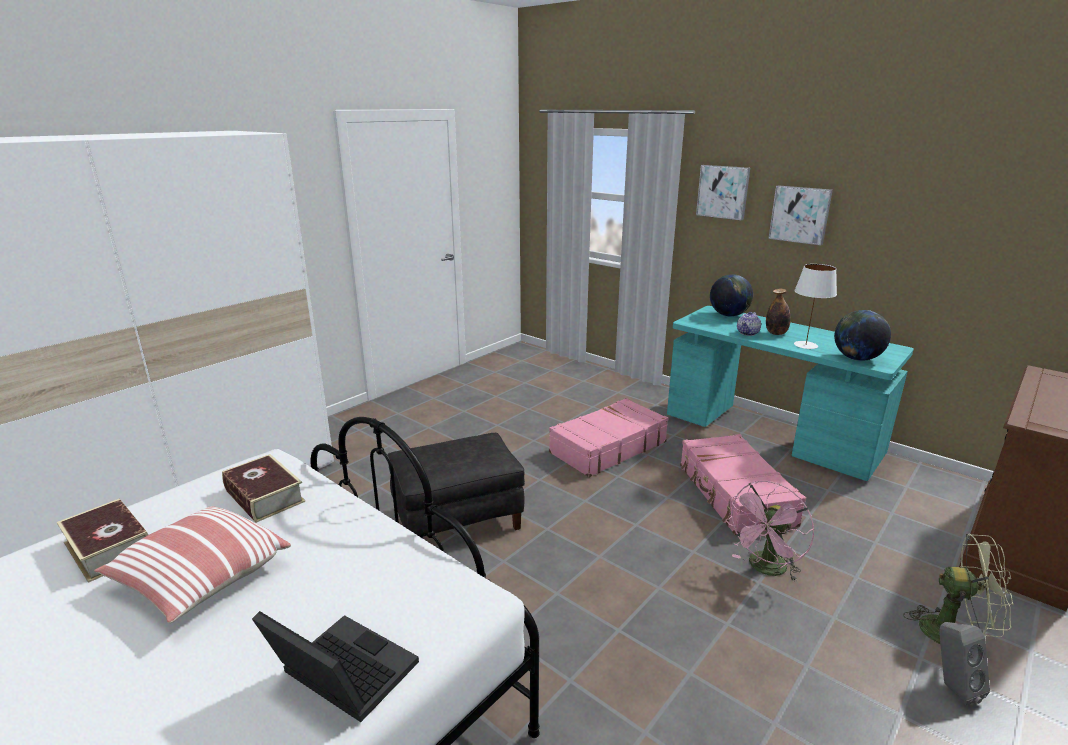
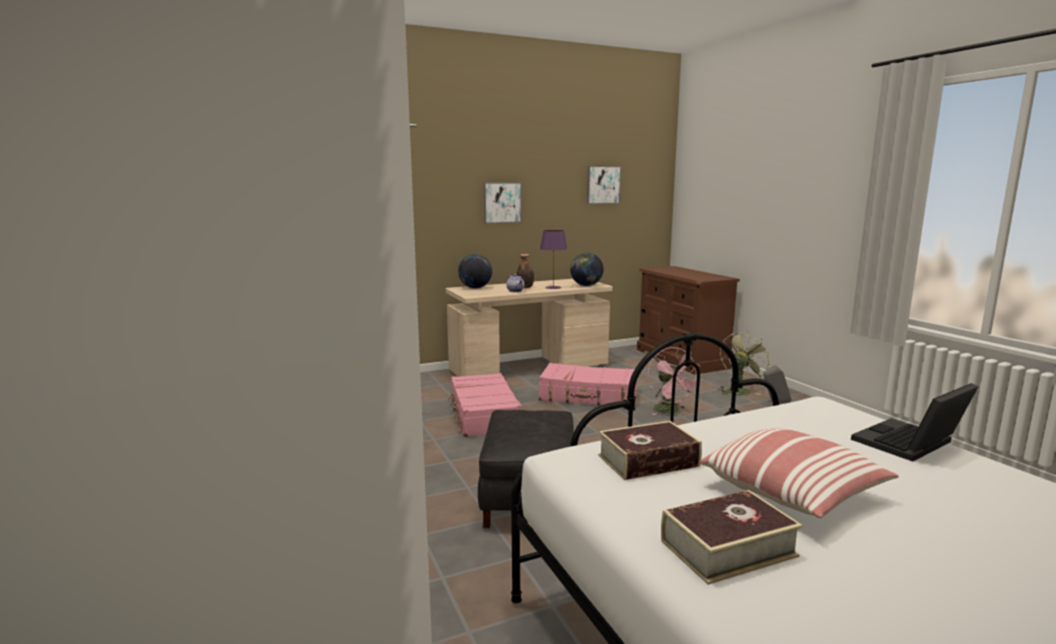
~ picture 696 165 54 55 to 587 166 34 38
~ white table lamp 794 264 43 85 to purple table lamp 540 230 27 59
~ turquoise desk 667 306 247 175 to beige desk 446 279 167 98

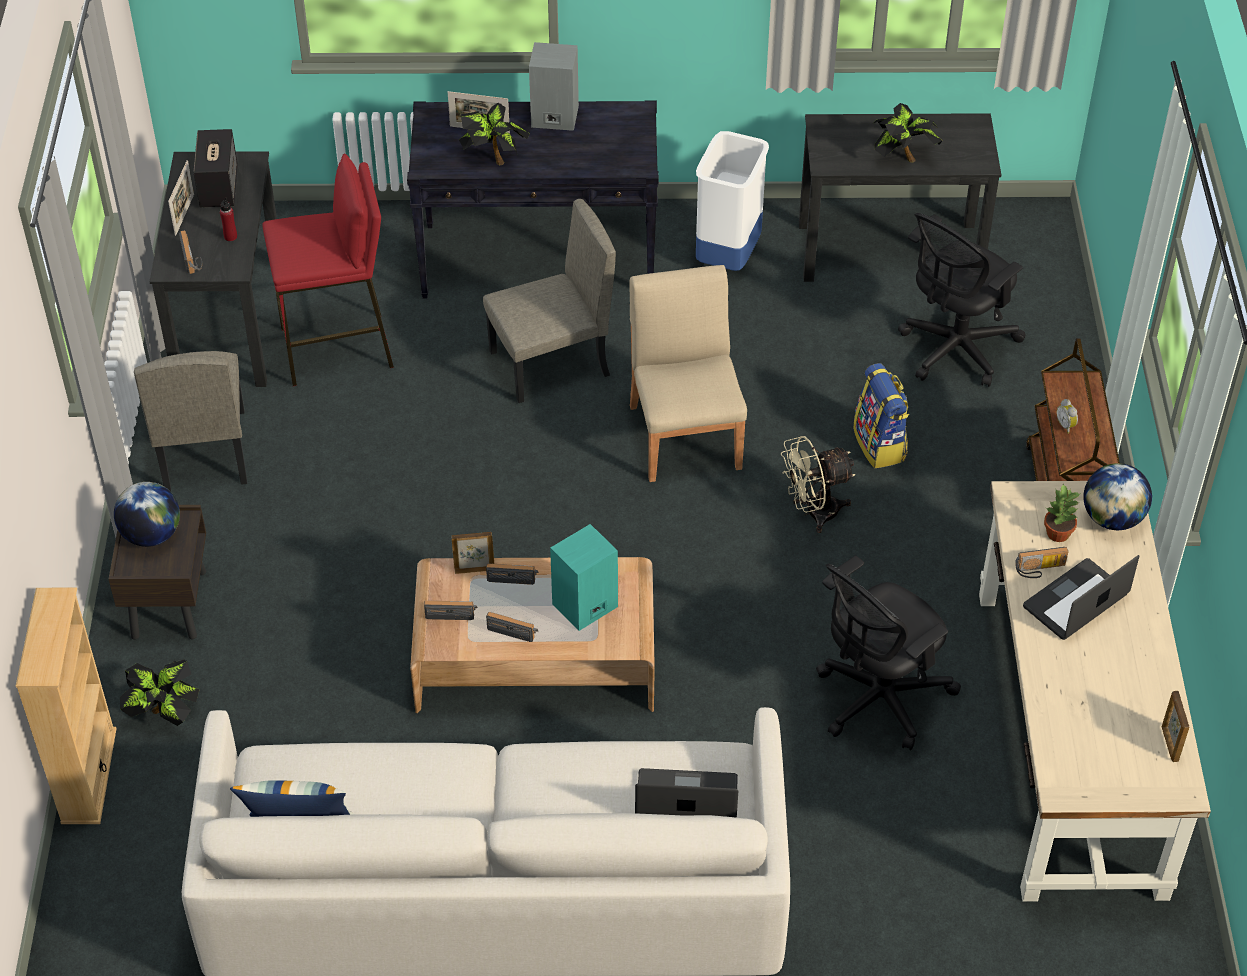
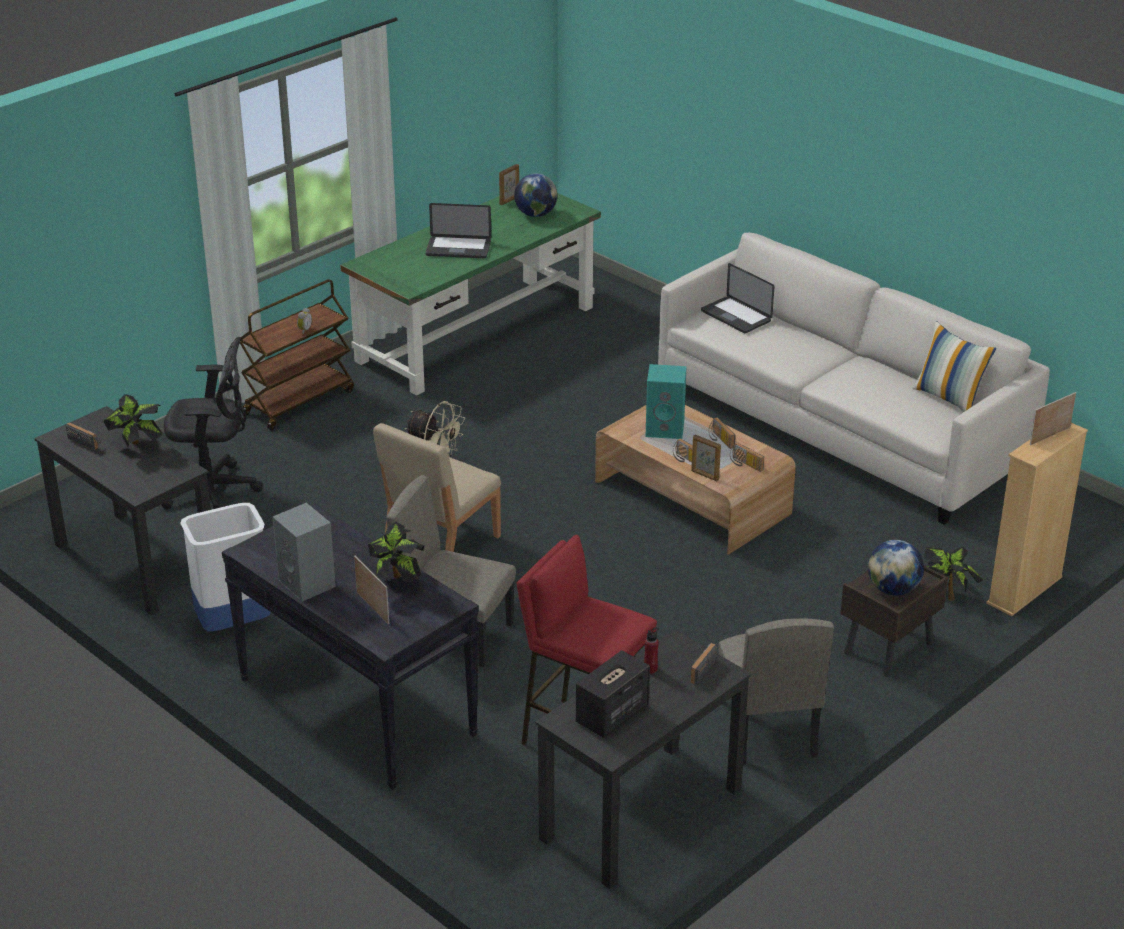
~ picture frame 168 160 26 76 to 1030 392 46 53
~ beige chair 134 351 113 140 = 719 618 115 147 135 degrees clockwise
- backpack 853 363 56 106
~ globe 1083 463 69 67 to 514 174 43 43
~ beige desk 979 481 232 421 to green desk 340 193 261 203
- potted plant 1044 484 37 58
~ radio 1015 547 53 31 to 66 422 36 28
- black office chair 816 556 145 194

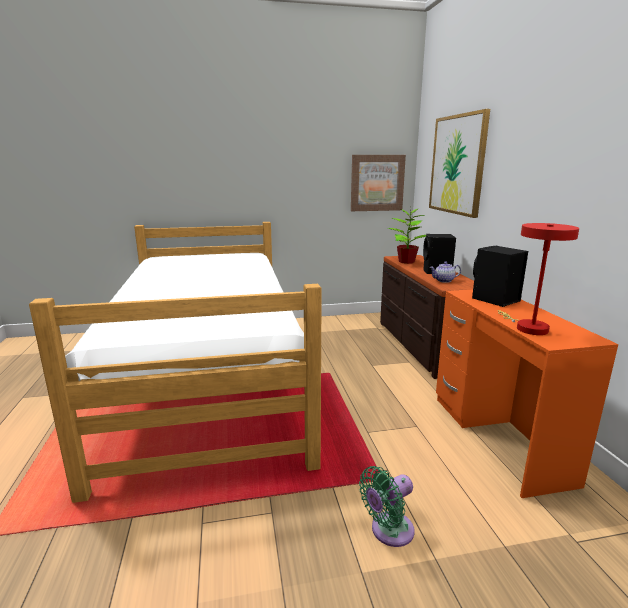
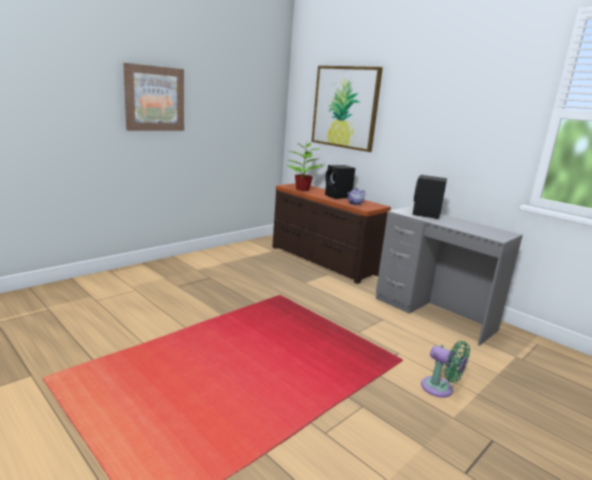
~ picture 351 155 55 56 to 123 63 61 68
- bed 29 222 293 281
- red table lamp 497 223 82 112
~ orange desk 436 289 182 209 to grey desk 376 206 147 140
~ green fan 359 466 56 81 = 421 341 49 57 75 degrees counterclockwise

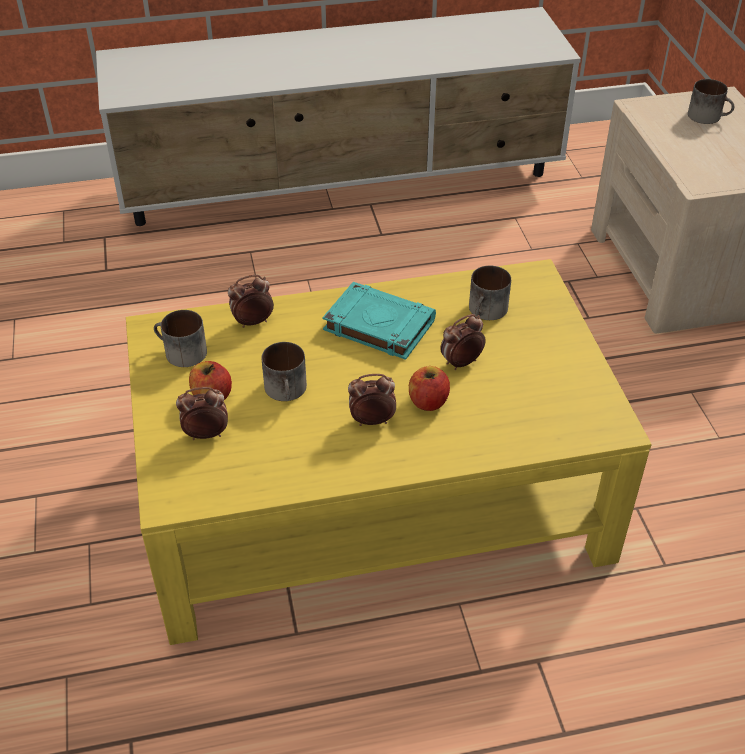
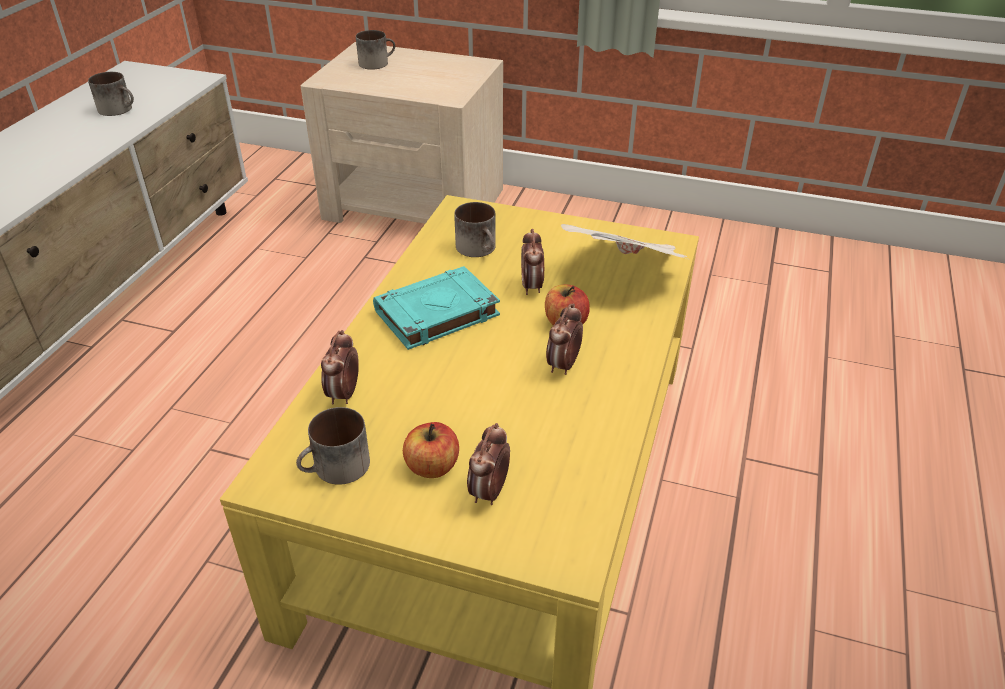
~ mug 261 342 46 59 to 88 72 46 44
+ newspaper 561 224 126 35

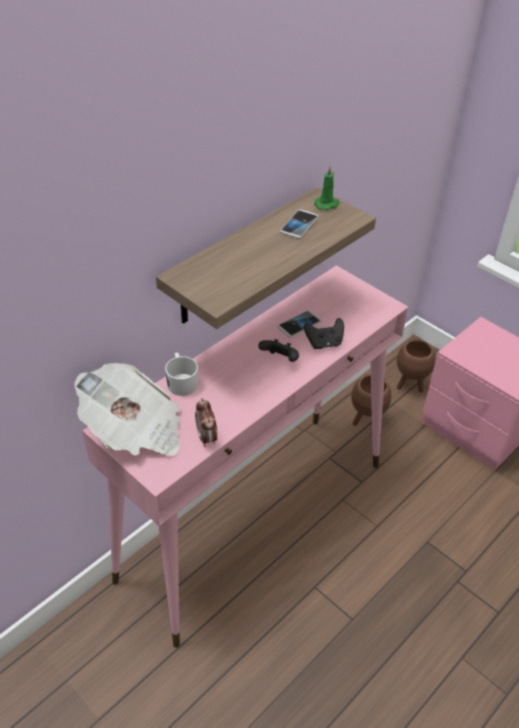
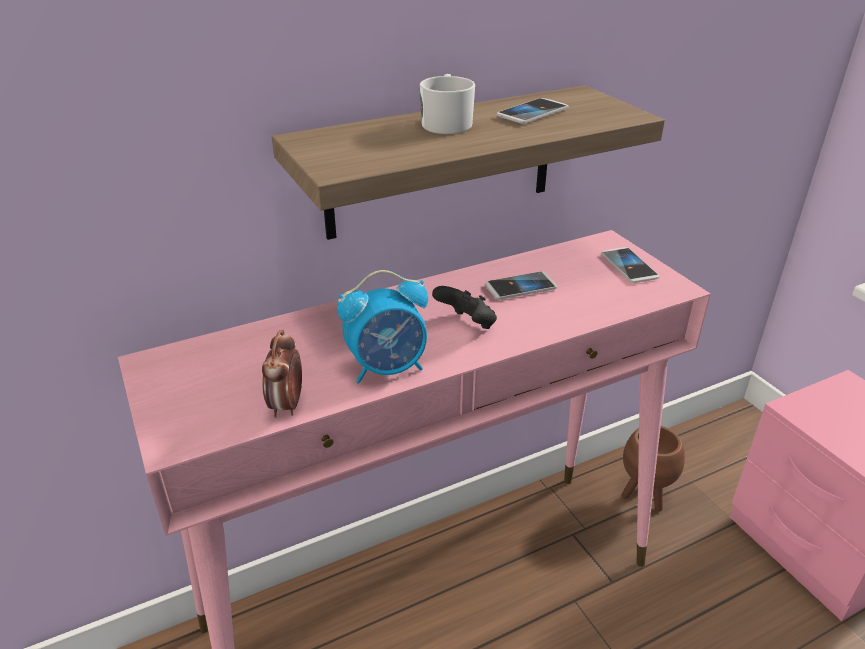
- green candle 314 166 26 44
- black game controller 304 318 40 31
- brown planter 397 339 38 54
~ white mug 165 353 33 43 to 420 74 55 60
- newspaper 74 363 106 93
+ phone 602 247 58 36
+ alarm clock 337 270 91 114

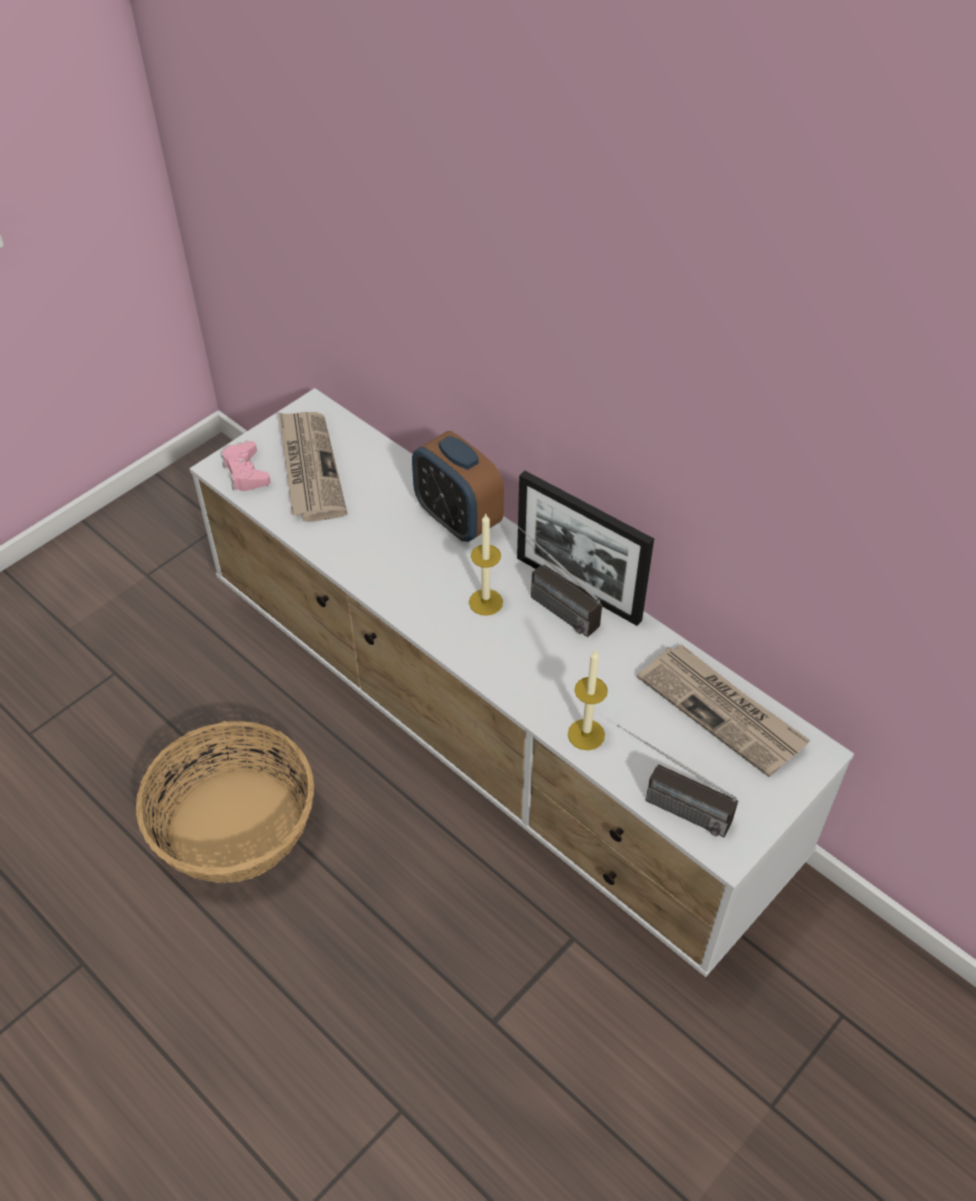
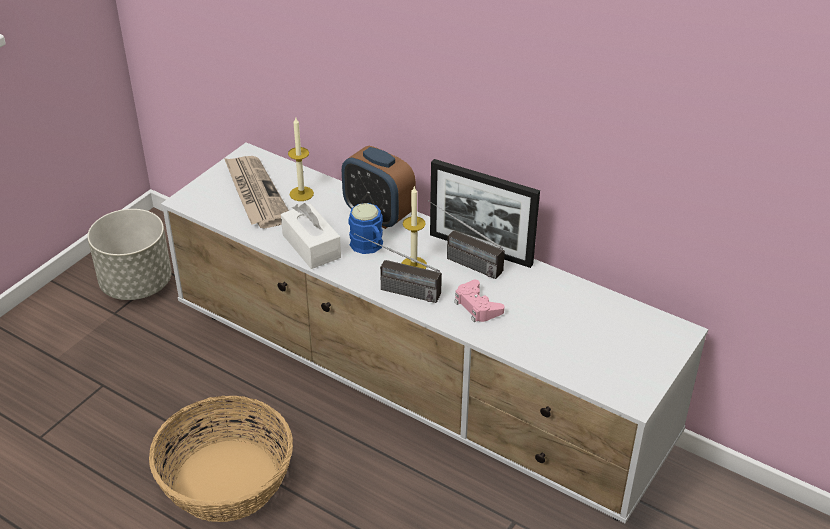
~ pink game controller 221 441 50 50 to 454 280 50 42
- newspaper 637 644 174 133
~ candle 568 649 40 101 to 288 118 26 83
~ radio 618 725 120 112 to 354 233 88 70
+ white tissue box 281 203 60 66
+ blue mug 348 203 35 51
+ grey planter 88 209 84 91

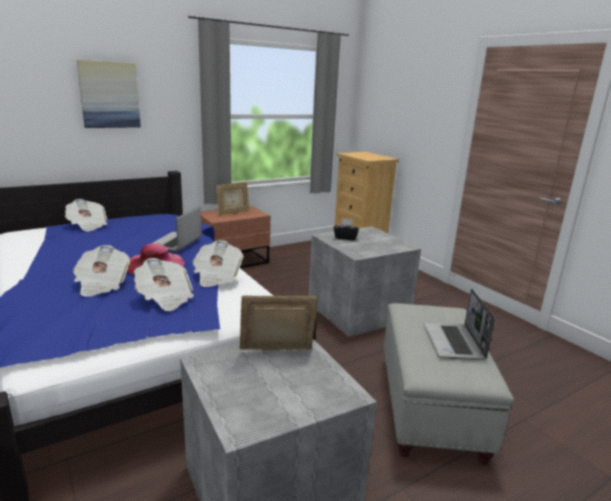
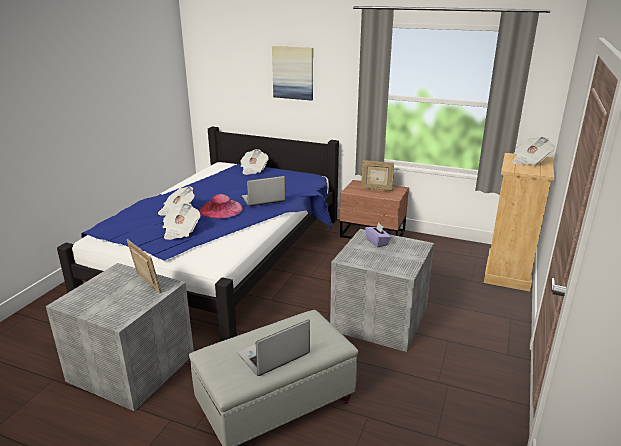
~ black tissue box 334 218 25 22 to purple tissue box 365 222 26 25
~ newspaper 193 240 51 47 to 512 137 43 28

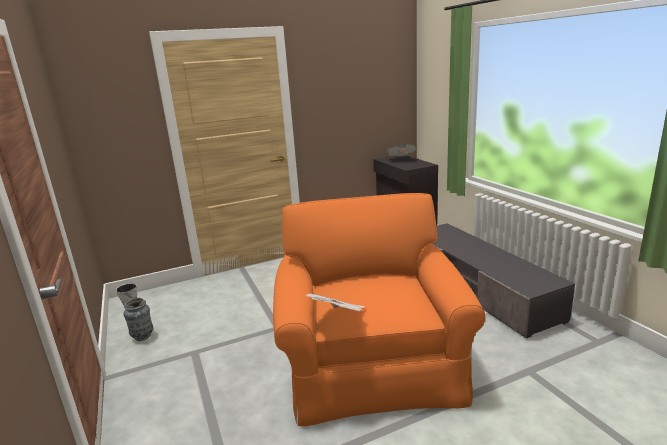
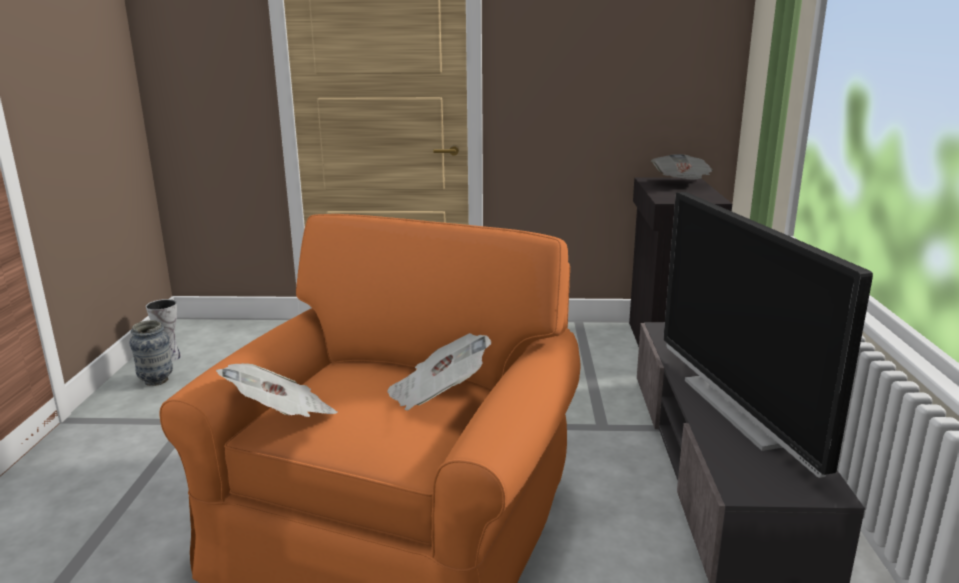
+ television 664 192 209 286
+ newspaper 387 333 104 77

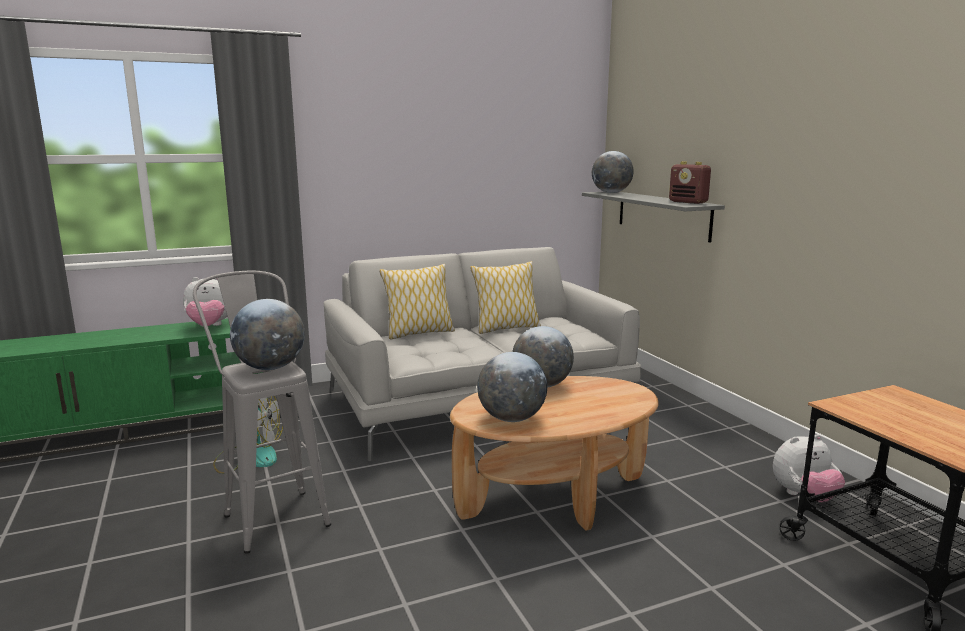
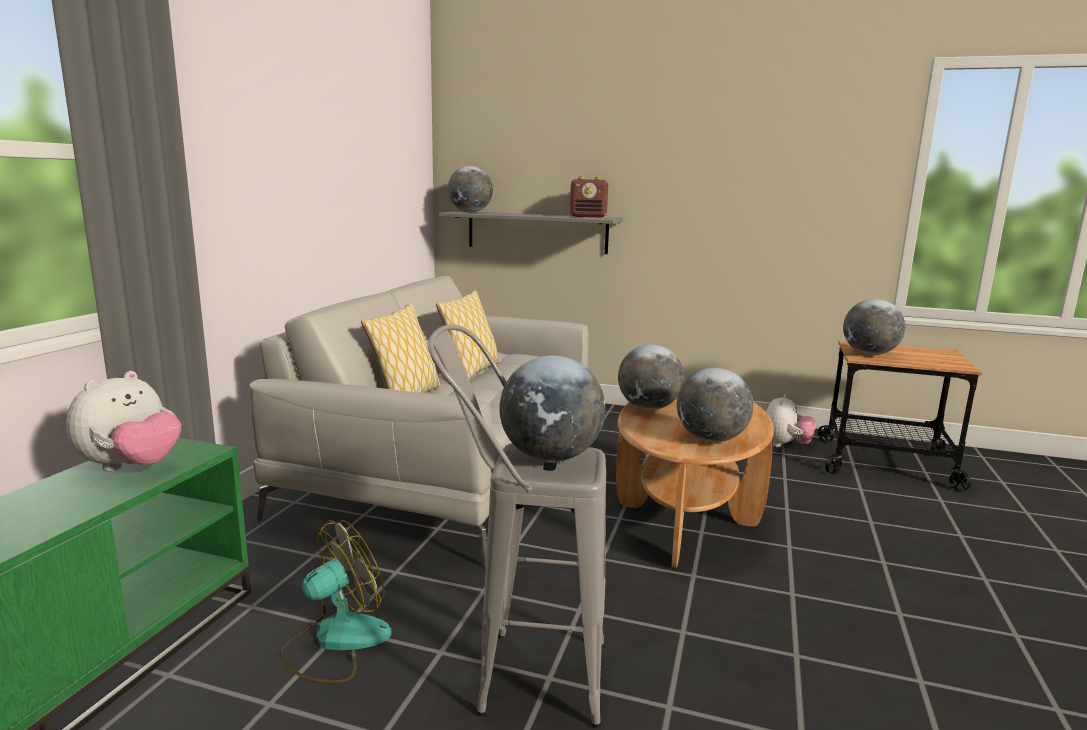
+ globe 843 299 62 56

